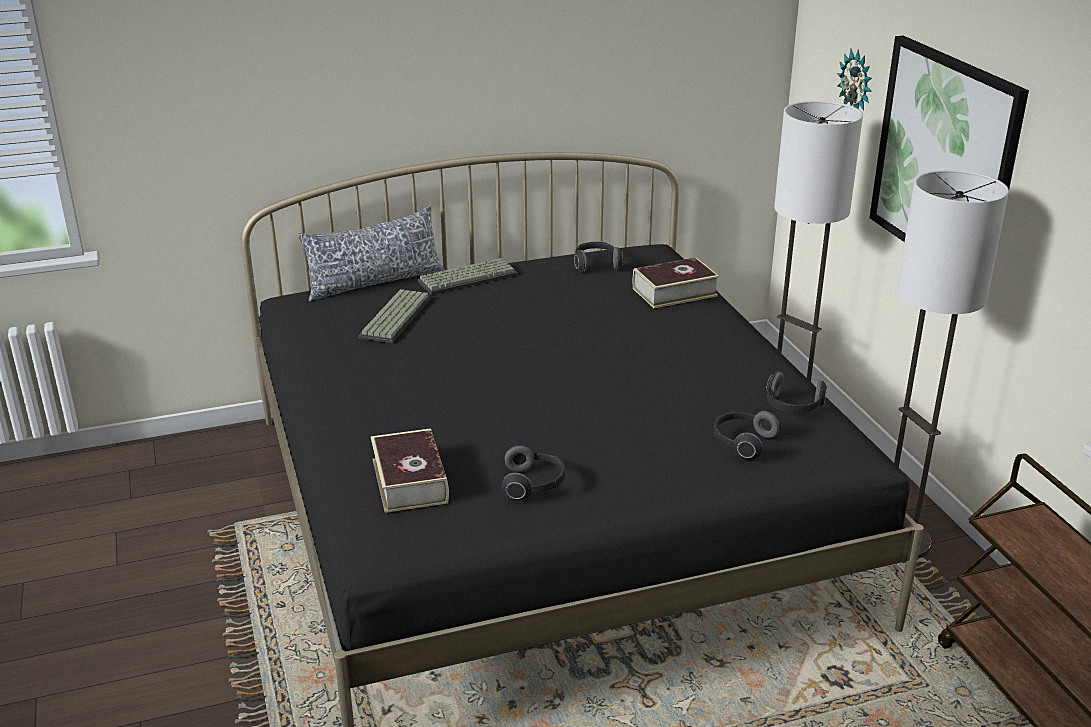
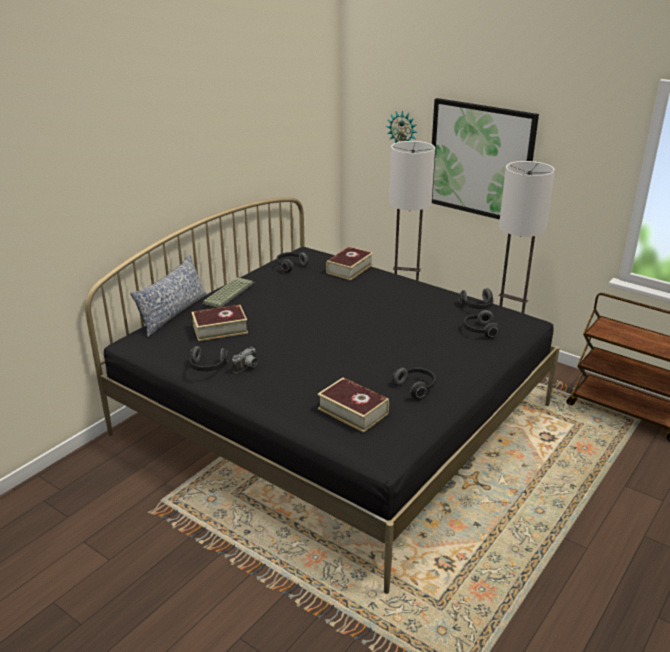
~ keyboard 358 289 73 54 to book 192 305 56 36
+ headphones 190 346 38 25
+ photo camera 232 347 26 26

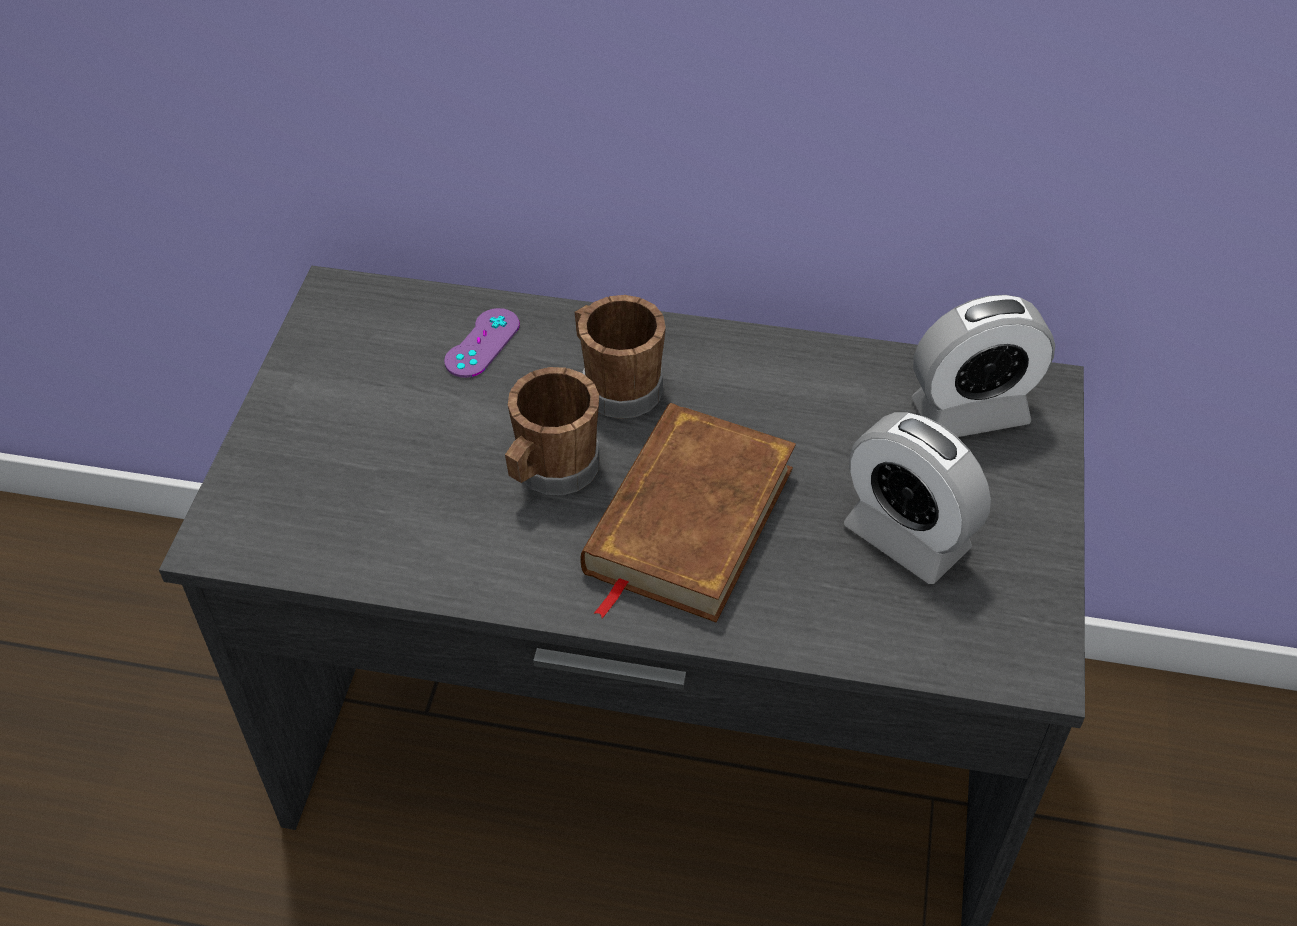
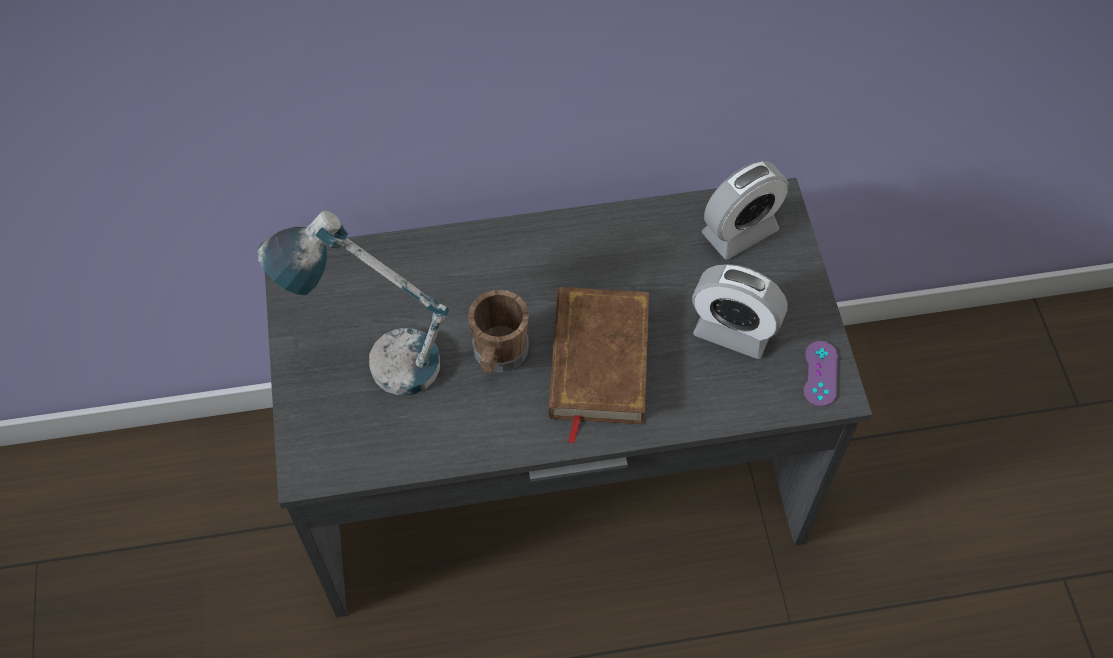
- brown mug 575 295 91 124
~ purple game controller 444 308 76 70 to 804 341 34 65
+ table lamp 257 211 192 185

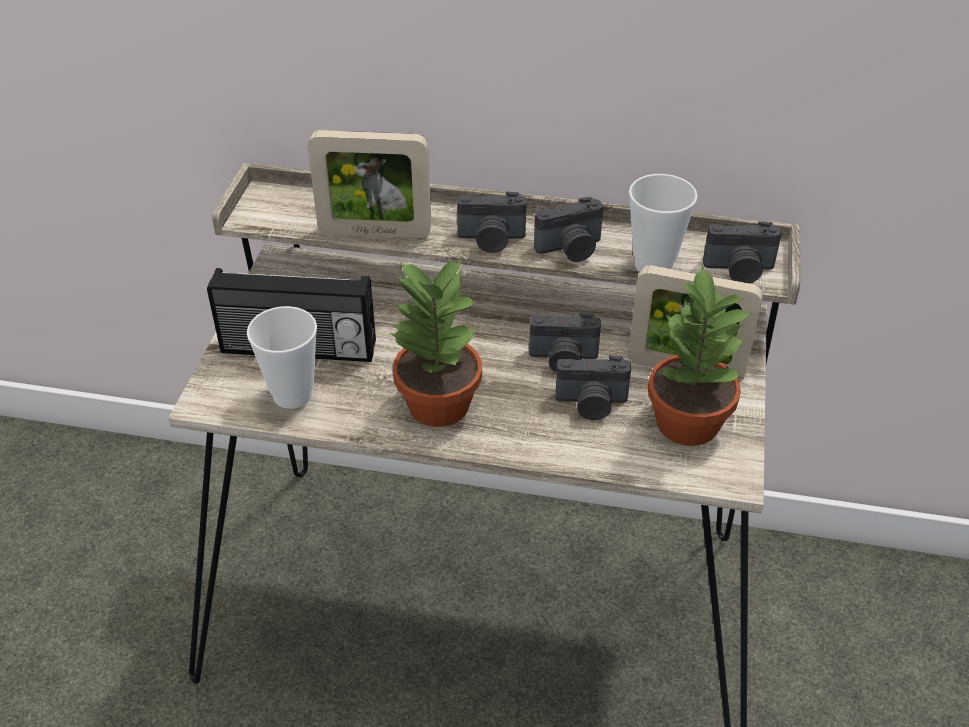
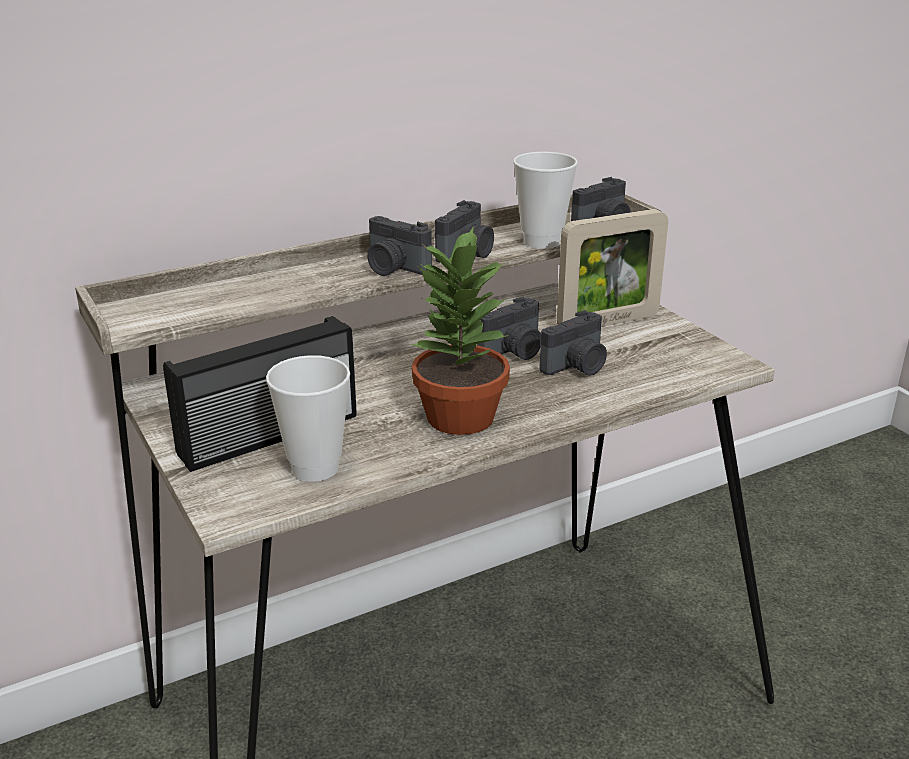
- picture frame 308 130 123 108
~ photo camera 457 192 69 61 = 367 216 65 60 75 degrees clockwise
- potted plant 648 264 104 182

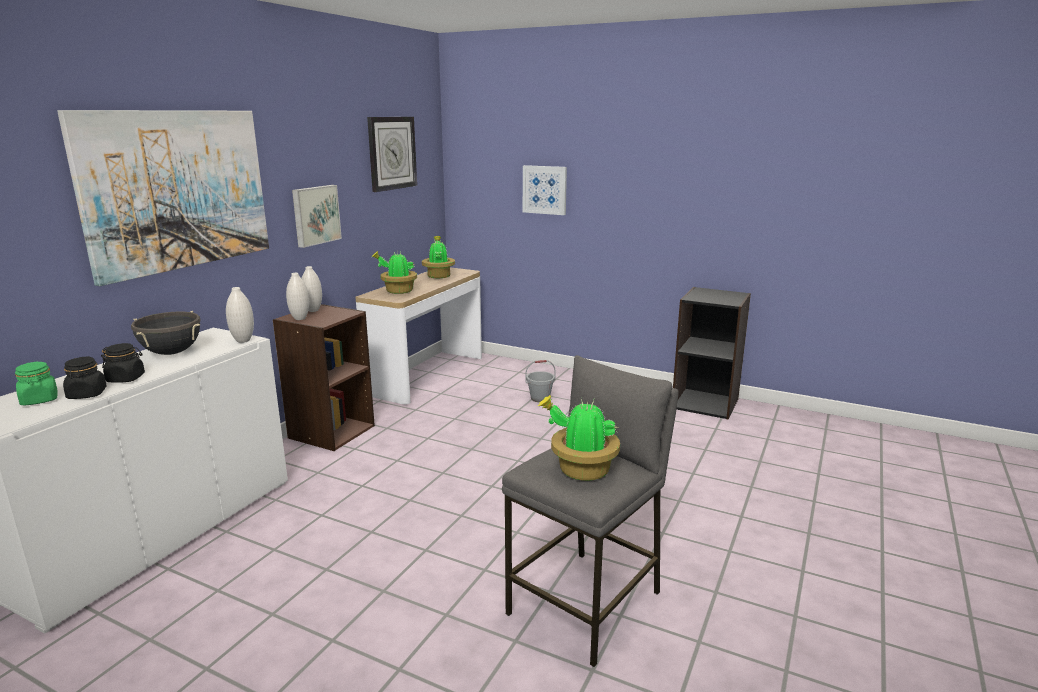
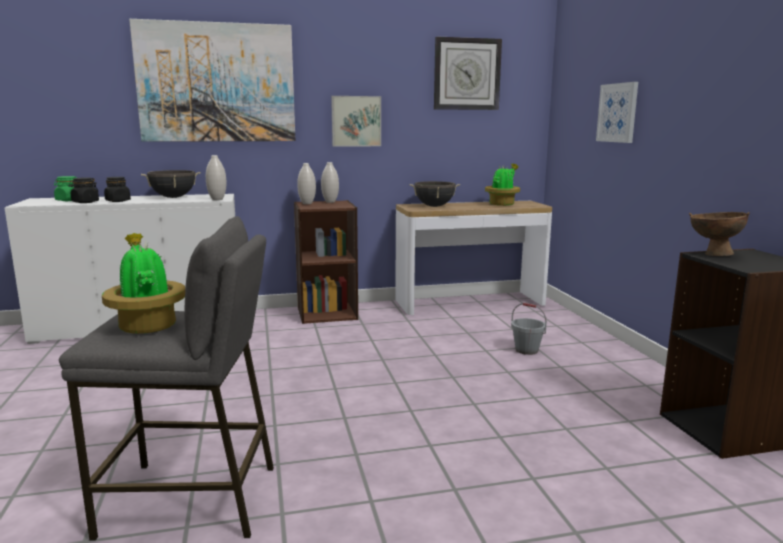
~ potted plant 372 251 45 43 to black cooking pot 410 181 50 26
+ brown bowl 689 212 61 44

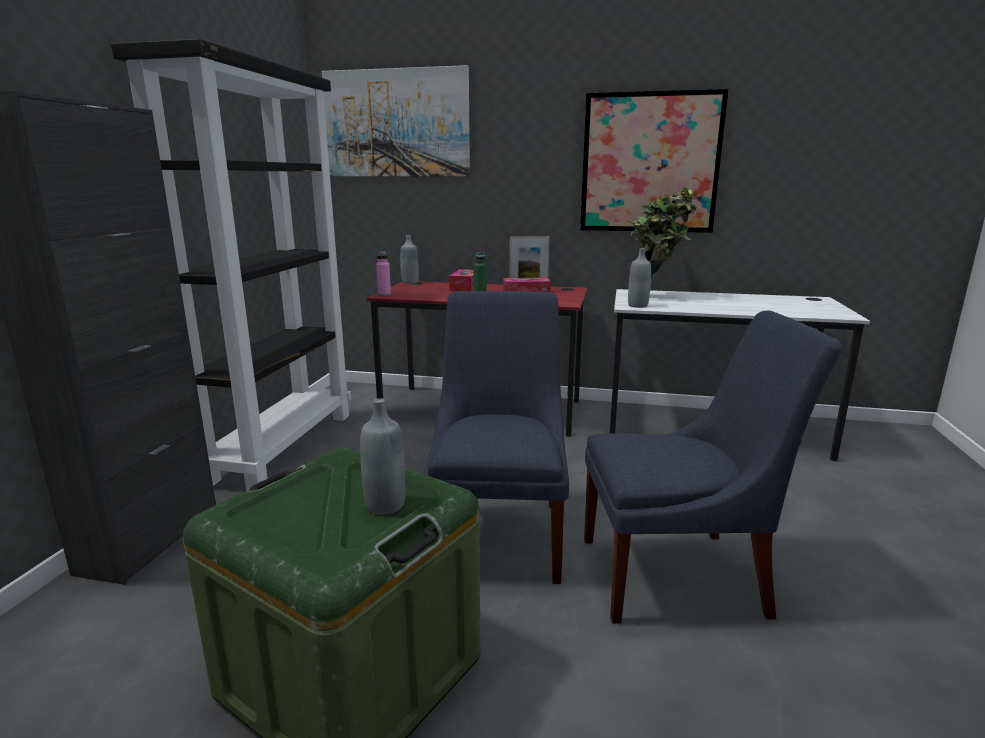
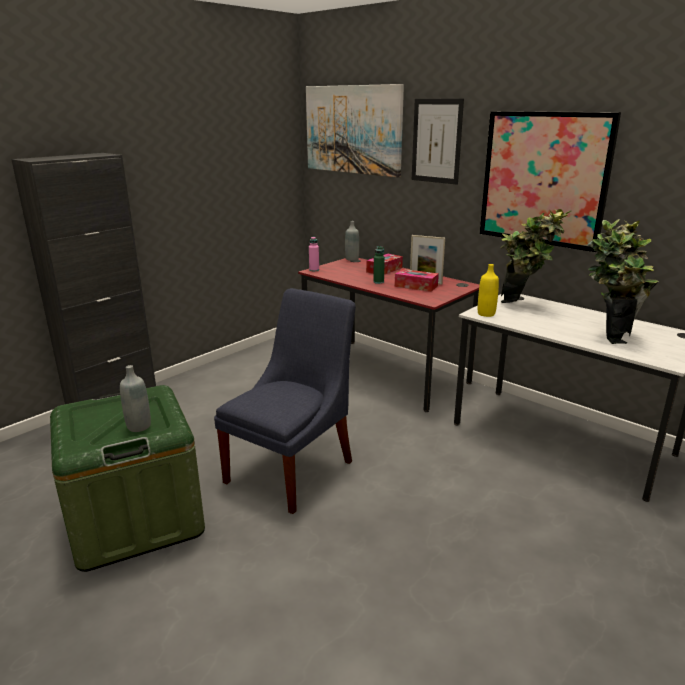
- black bookcase 111 39 240 452
~ grey bottle 628 248 23 60 to yellow bottle 478 264 21 53
- blue chair 584 310 258 314
+ picture 412 99 52 86
+ potted plant 587 219 72 125

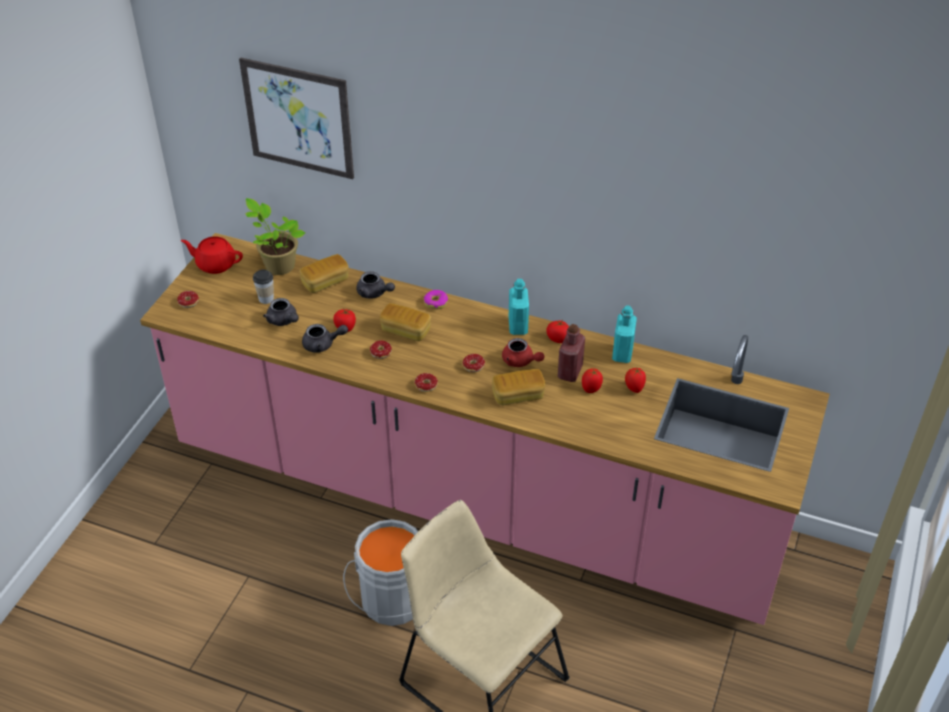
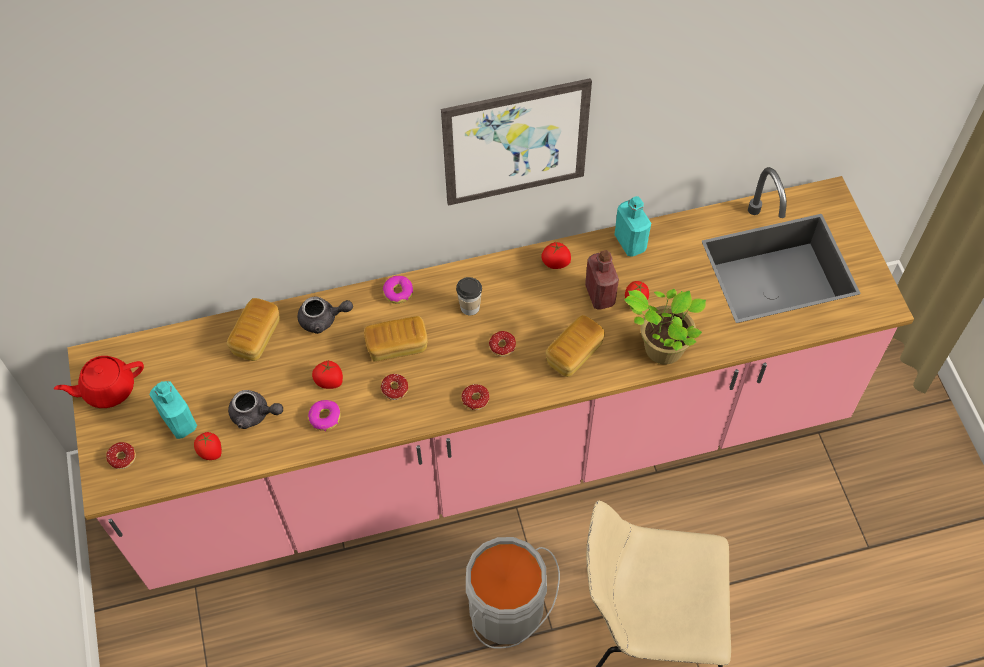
~ picture 239 57 115 122 to 441 78 151 128
~ potted plant 246 198 59 77 to 625 289 81 75
~ cup 253 269 21 35 to 456 277 26 38
~ turquoise bottle 509 279 20 56 to 150 381 47 58
~ grey teapot 302 324 46 29 to donut 308 400 33 31
- red teapot 502 338 42 29
~ tomato 625 368 21 25 to 194 432 28 28

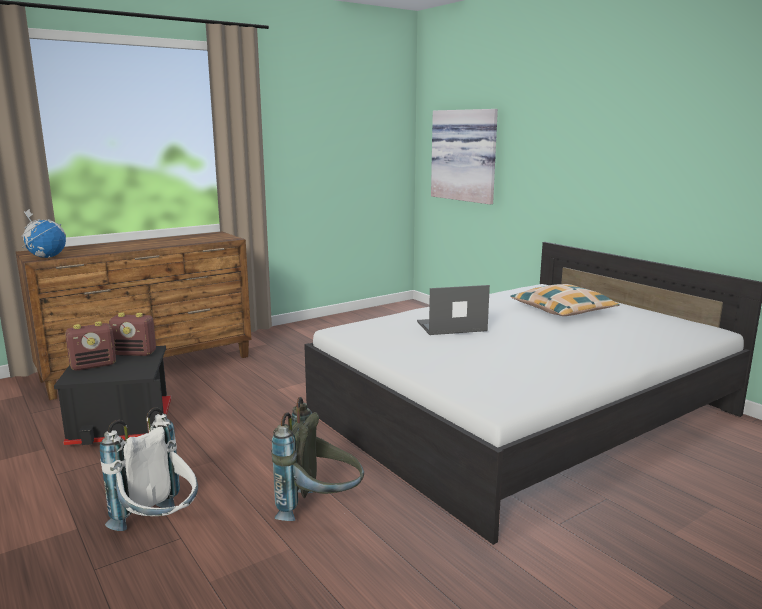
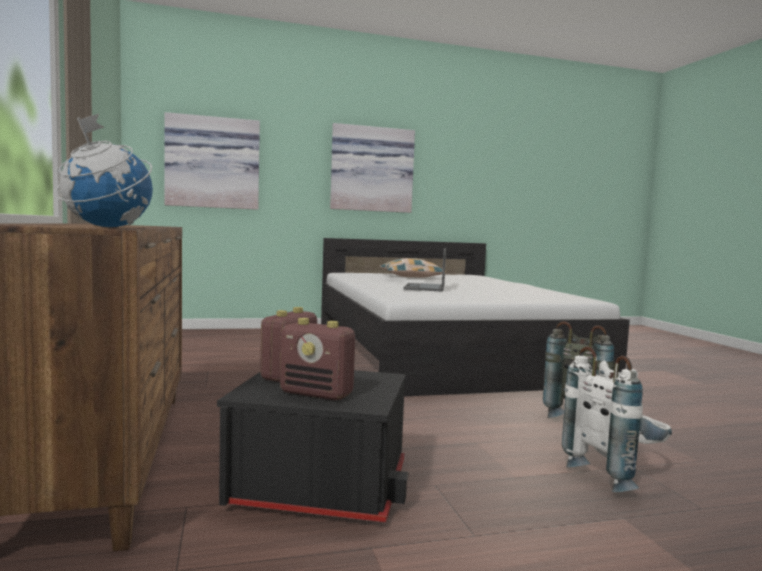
~ radio 65 321 51 50 = 280 318 75 83 120 degrees clockwise
+ picture 330 123 85 90

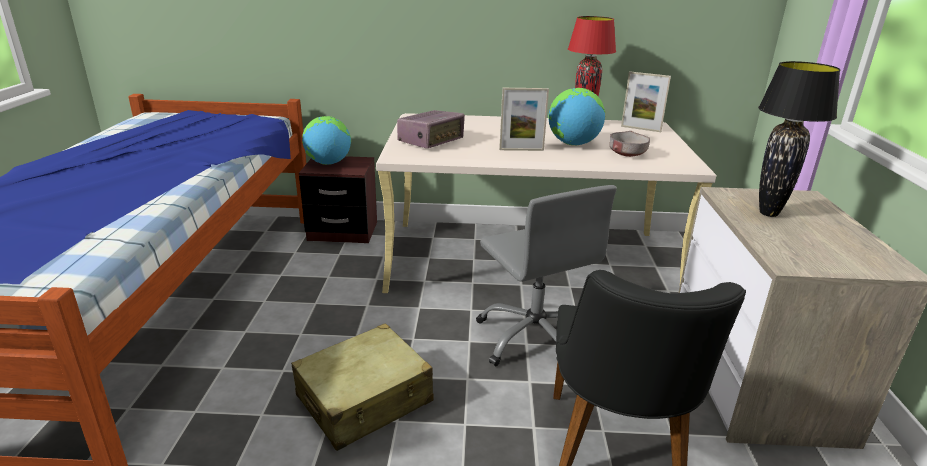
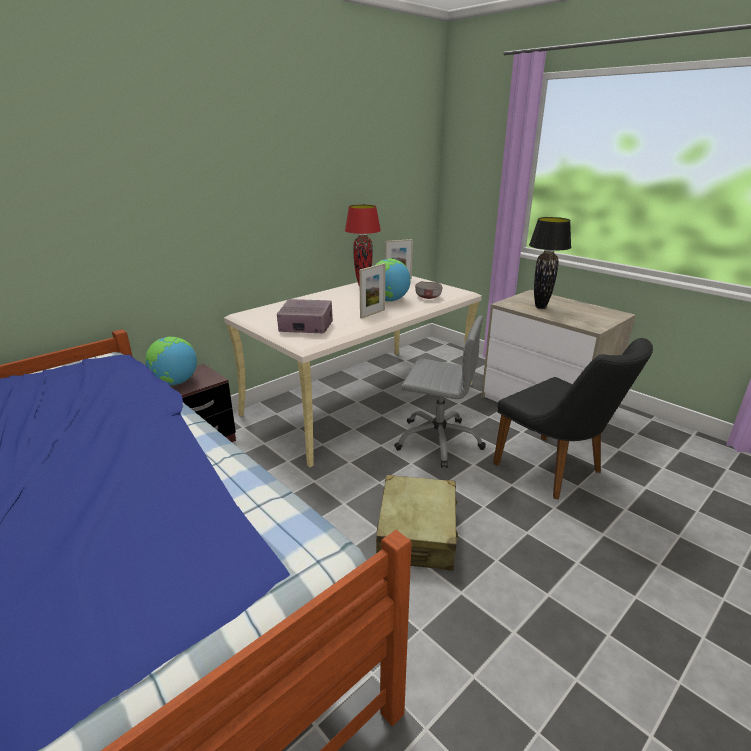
~ radio 397 110 68 39 = 277 299 56 34 75 degrees counterclockwise

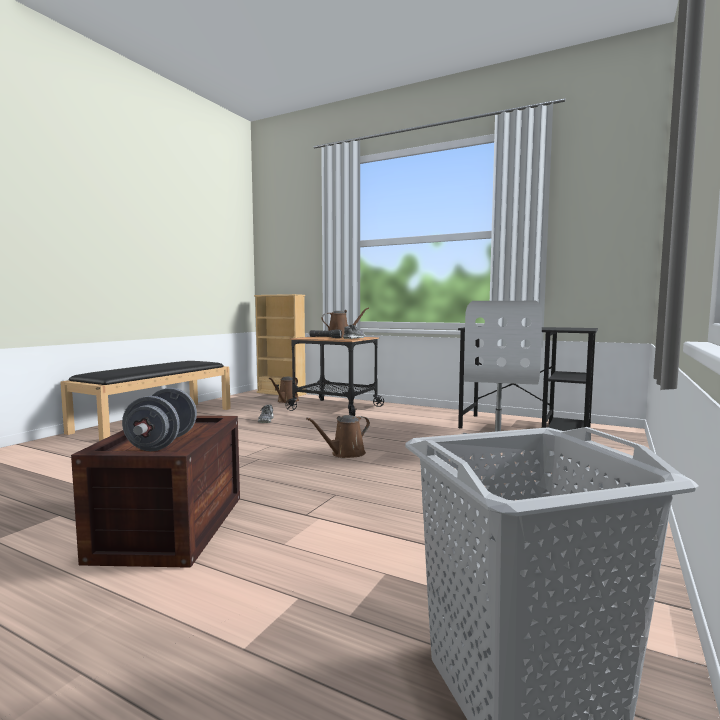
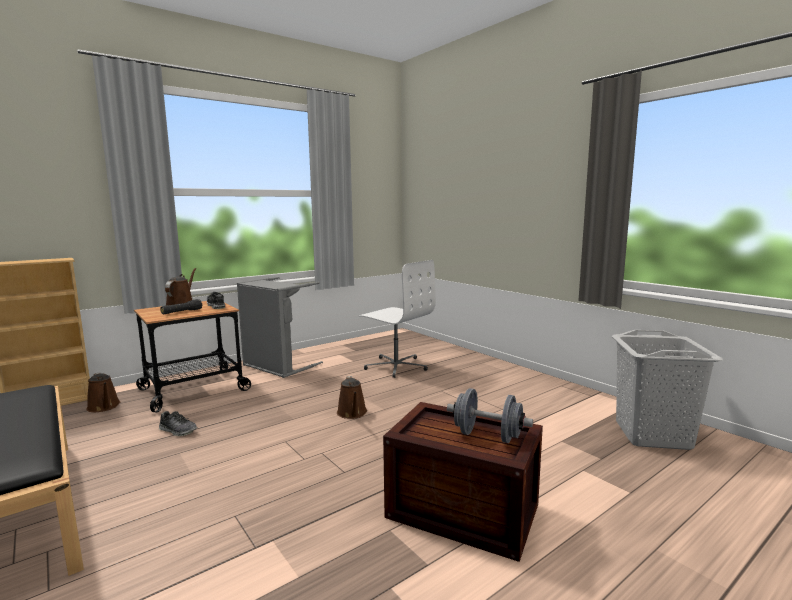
- black desk 458 326 140 105
+ grey laundry basket 237 277 86 101

